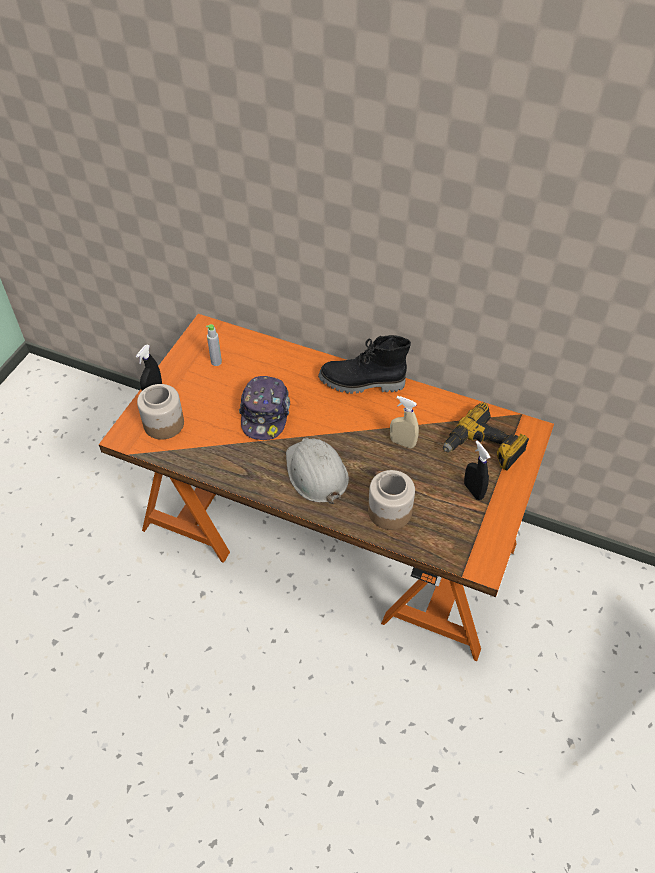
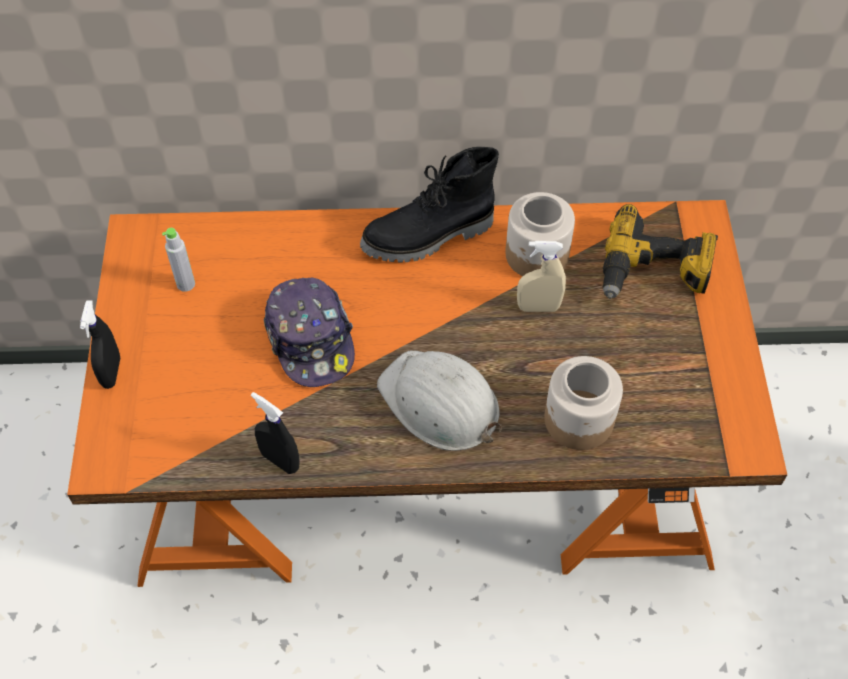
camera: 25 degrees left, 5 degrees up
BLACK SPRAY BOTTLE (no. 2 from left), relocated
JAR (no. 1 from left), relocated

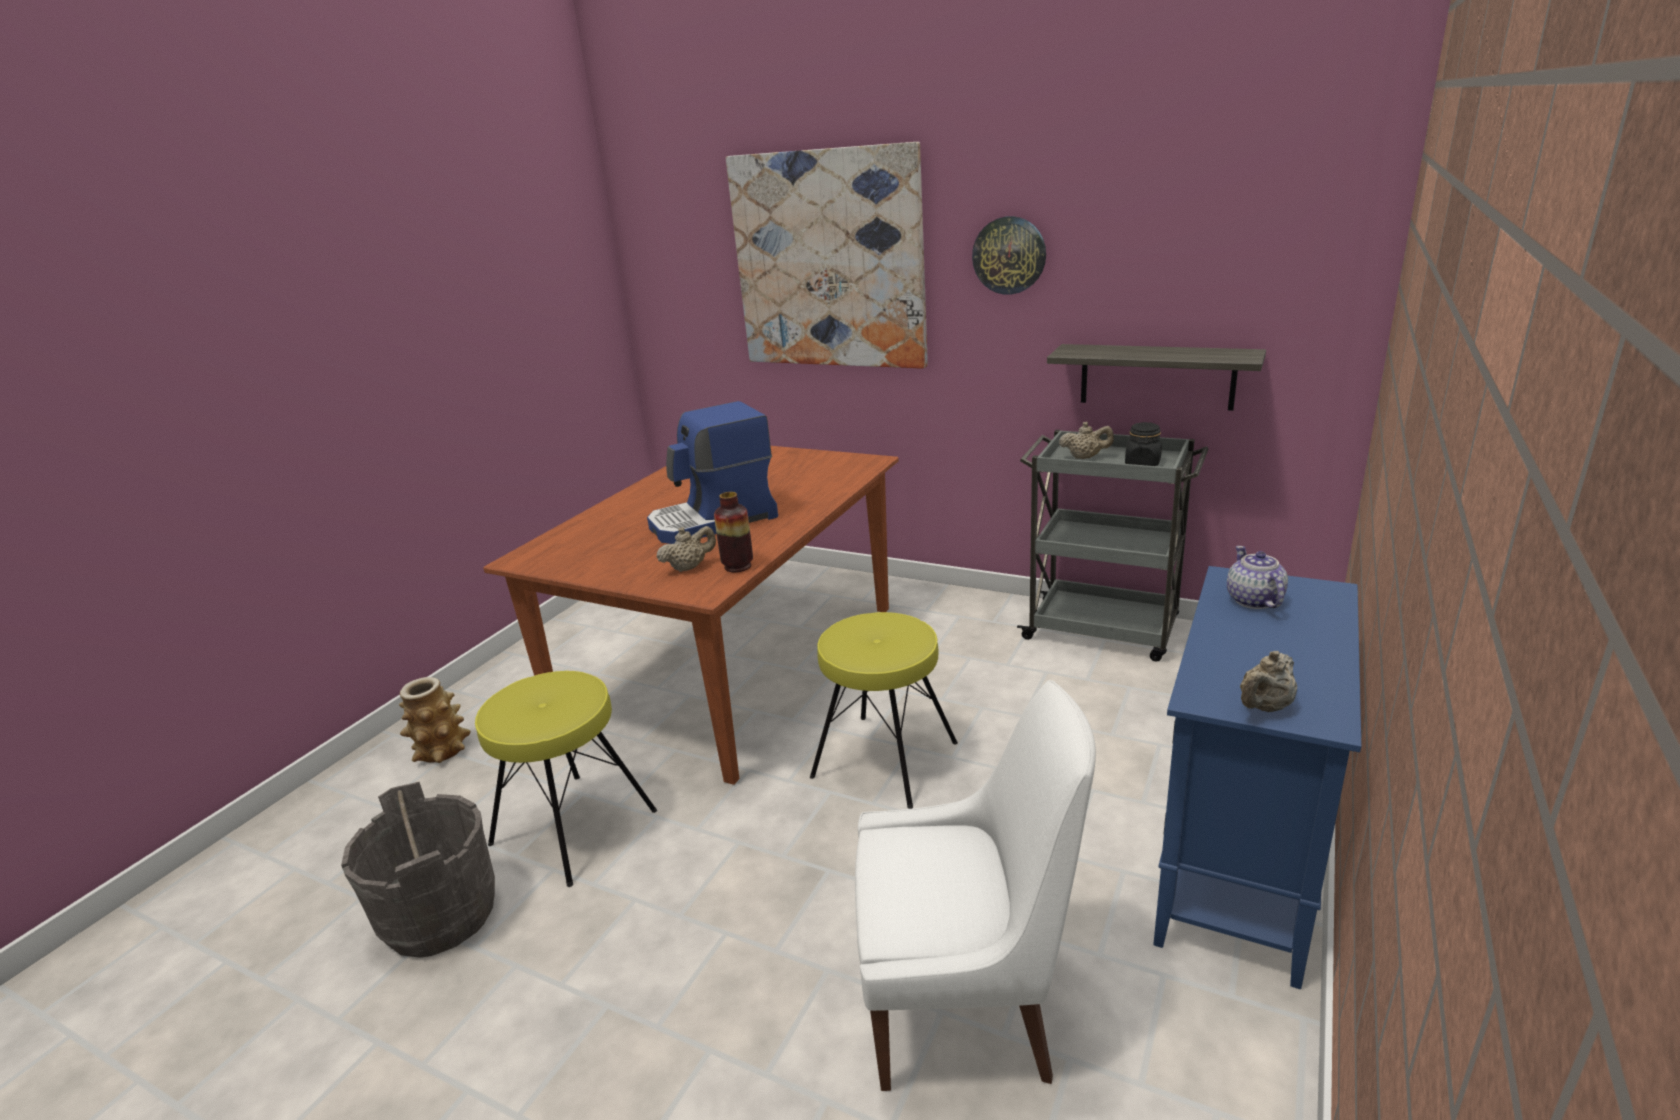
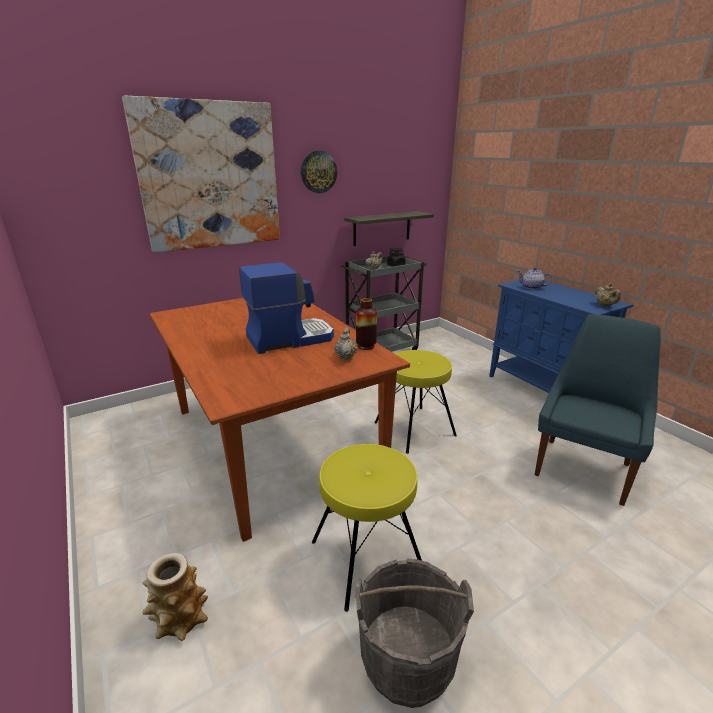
camera: 60 degrees left, 0 degrees up
COFFEE MACHINE, 120 degrees counterclockwise
WHITE CHAIR → BLUE CHAIR

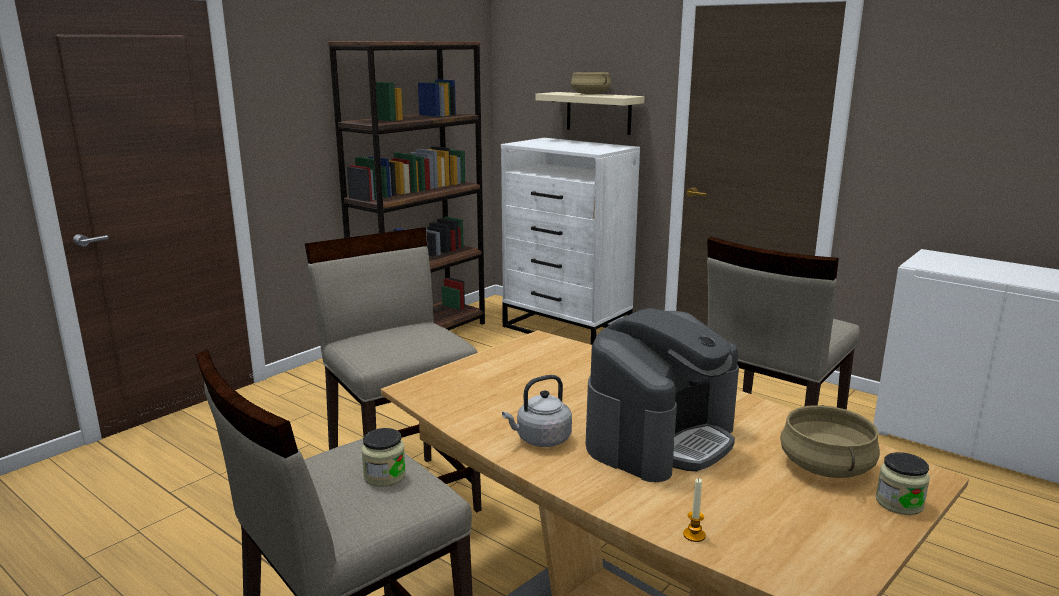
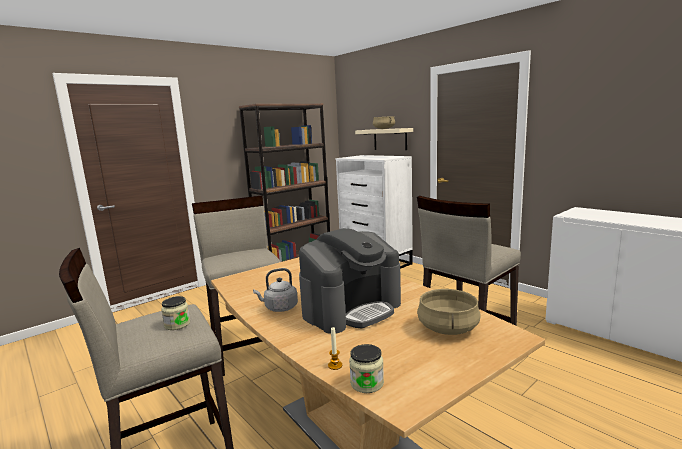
camera: 10 degrees right, 5 degrees down
JAR (no. 2 from left), relocated

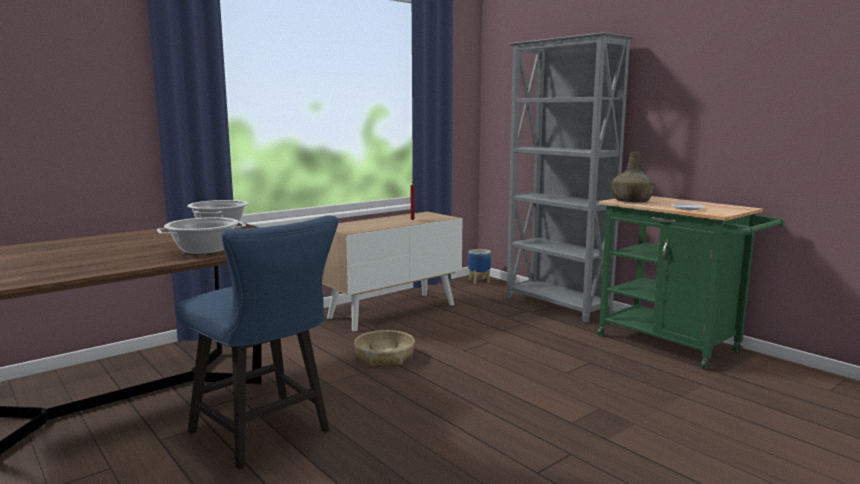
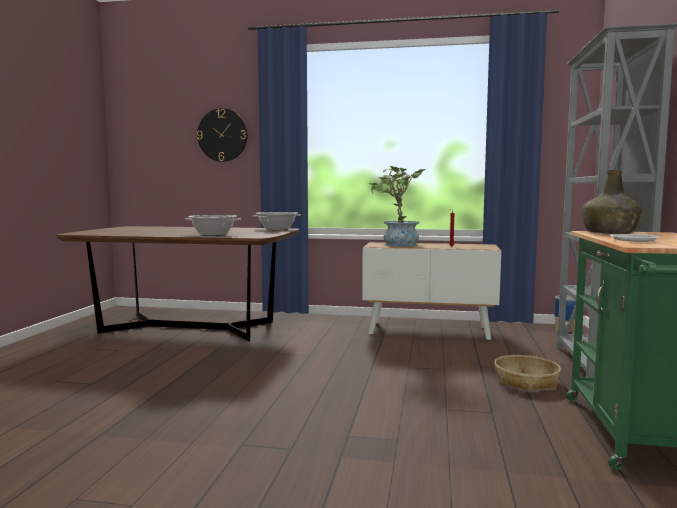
camera: 50 degrees right, 5 degrees down
- → WALL CLOCK
- → POTTED PLANT
BASKET, relocated
BLUE CHAIR → -

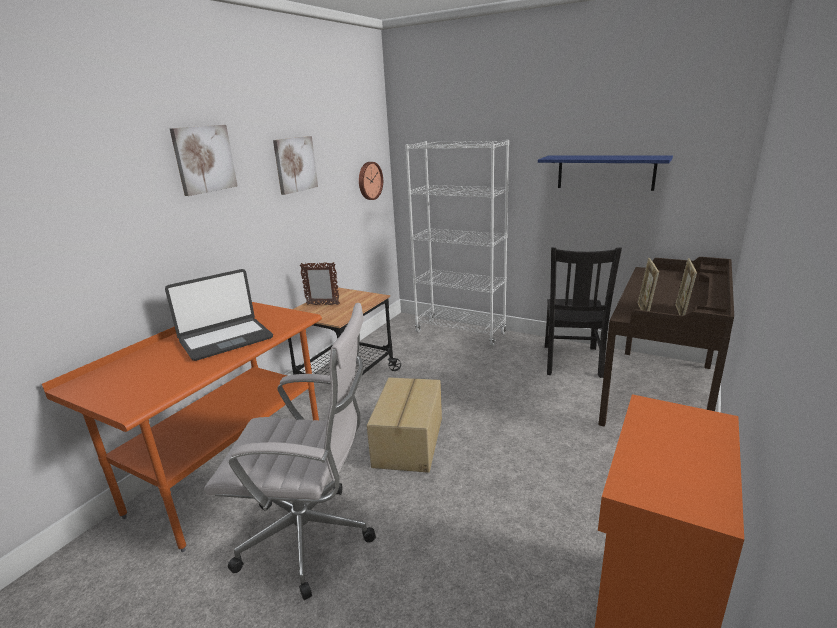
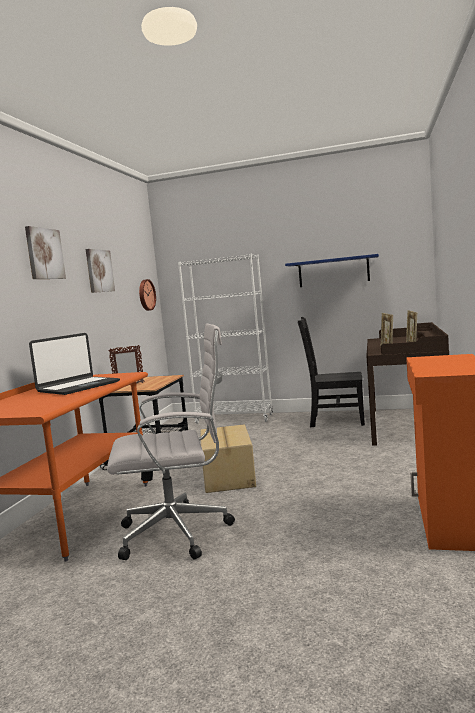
camera: 15 degrees left, 15 degrees down
BLACK CHAIR, 105 degrees clockwise

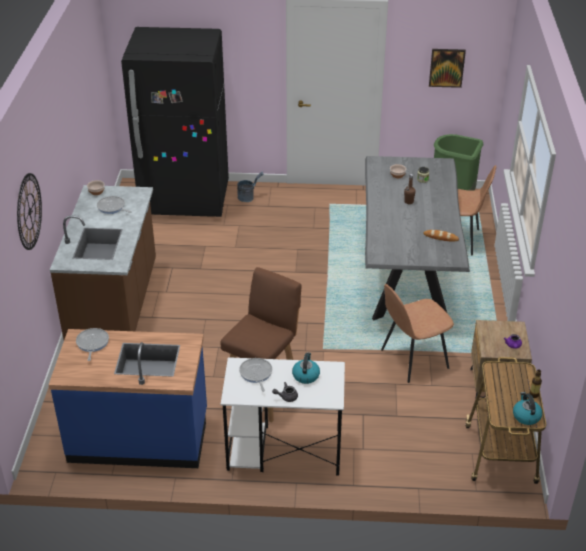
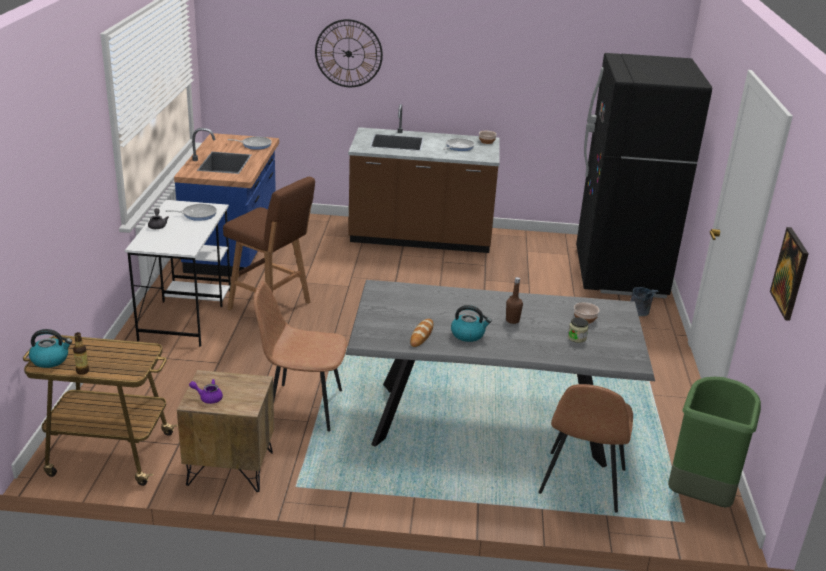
camera: 90 degrees right, 10 degrees down
BROWN CHAIR (no. 1 from left), 60 degrees counterclockwise
KETTLE (no. 1 from left in the first image) → KETTLE (no. 2 from left), relocated

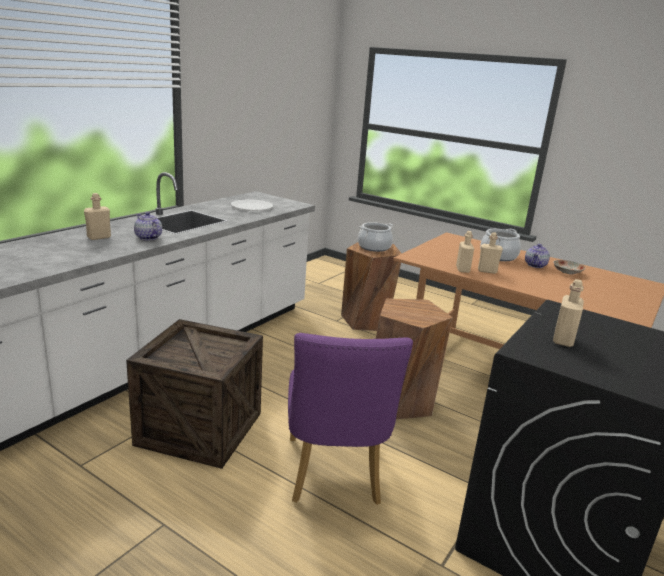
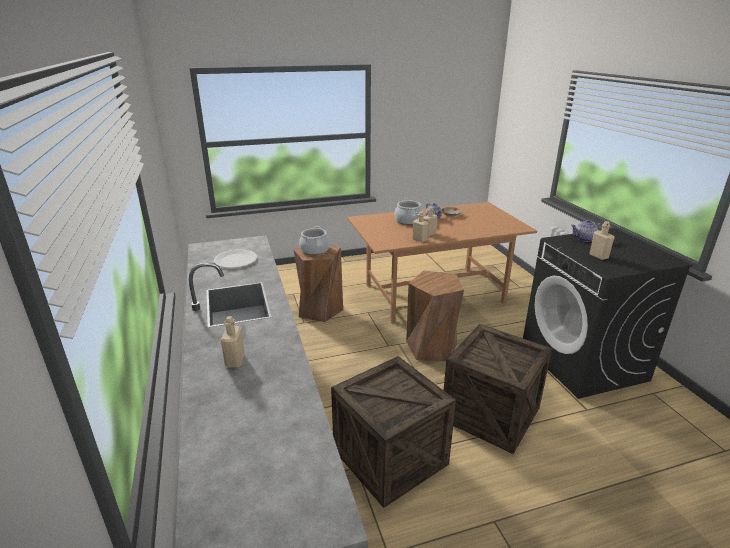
camera: 50 degrees left, 5 degrees up
PURPLE CHAIR → CRATE (no. 2 from left)
TEAPOT (no. 1 from left in the first image) → TEAPOT (no. 2 from left), relocated

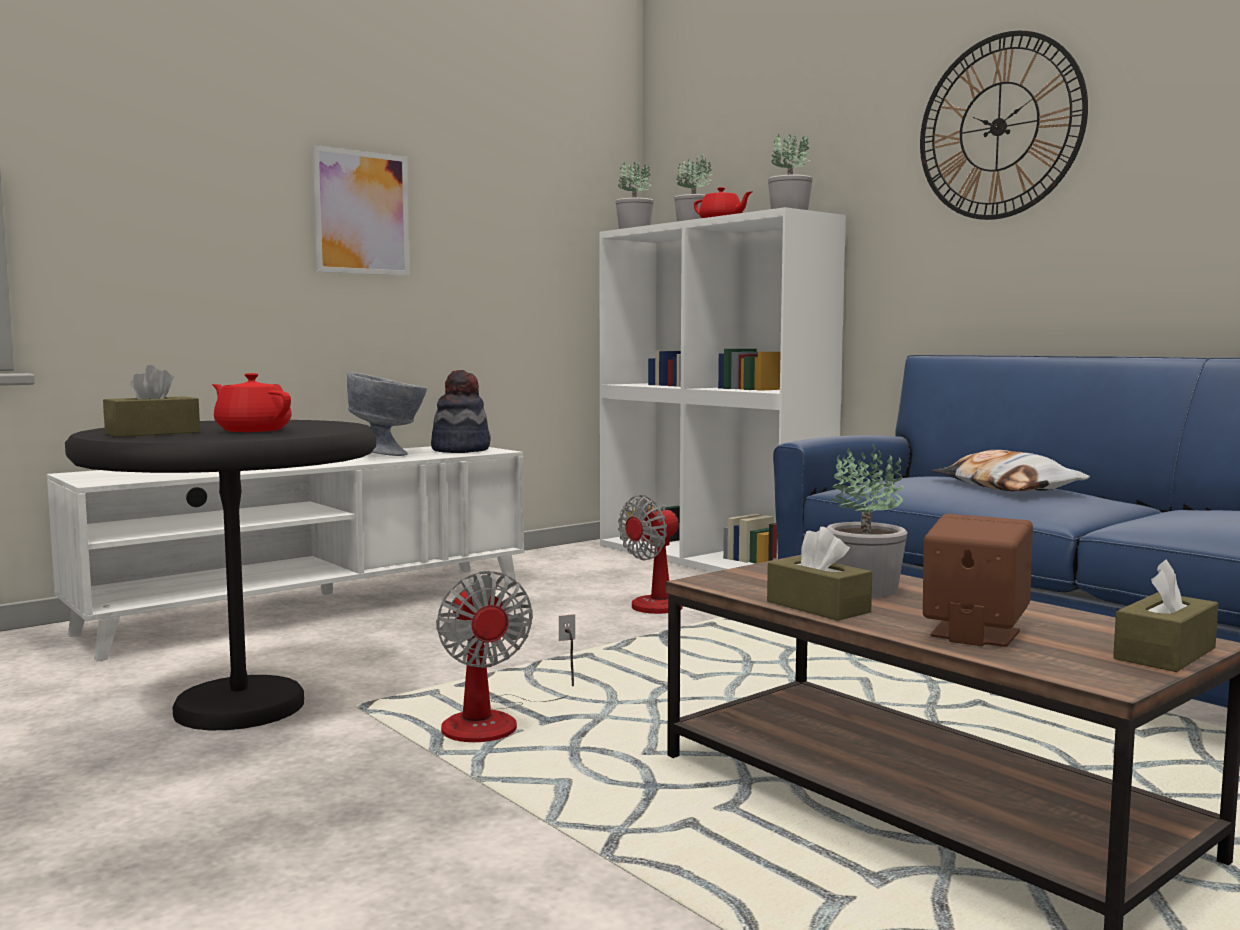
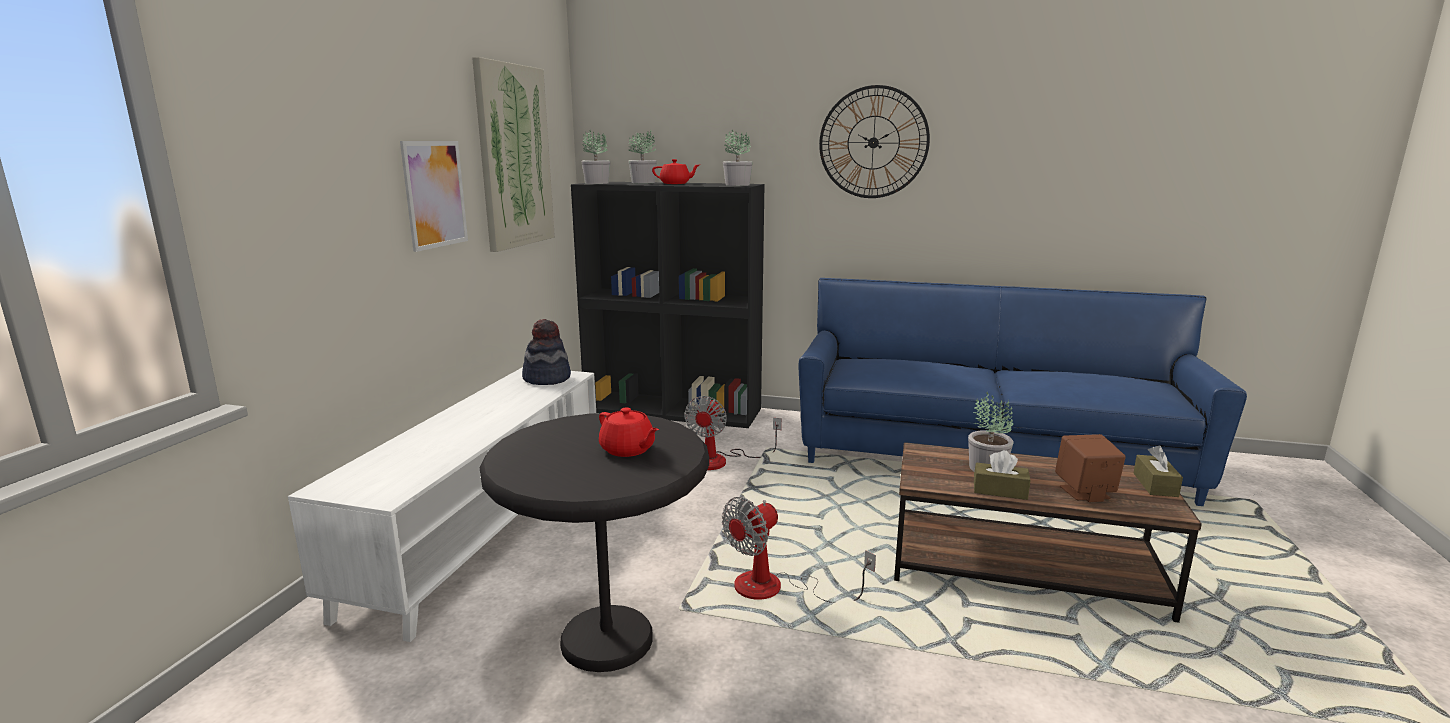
camera: 35 degrees left, 10 degrees up
- → PICTURE (no. 2 from left)
WHITE BOOKCASE → BLACK BOOKCASE
RED TEAPOT (no. 1 from left), 135 degrees counterclockwise
FAN (no. 1 from left in the first image) → FAN (no. 2 from left), 105 degrees clockwise
BROWN TISSUE BOX (no. 1 from left) → -
GREY BOWL → -
PILLOW → -

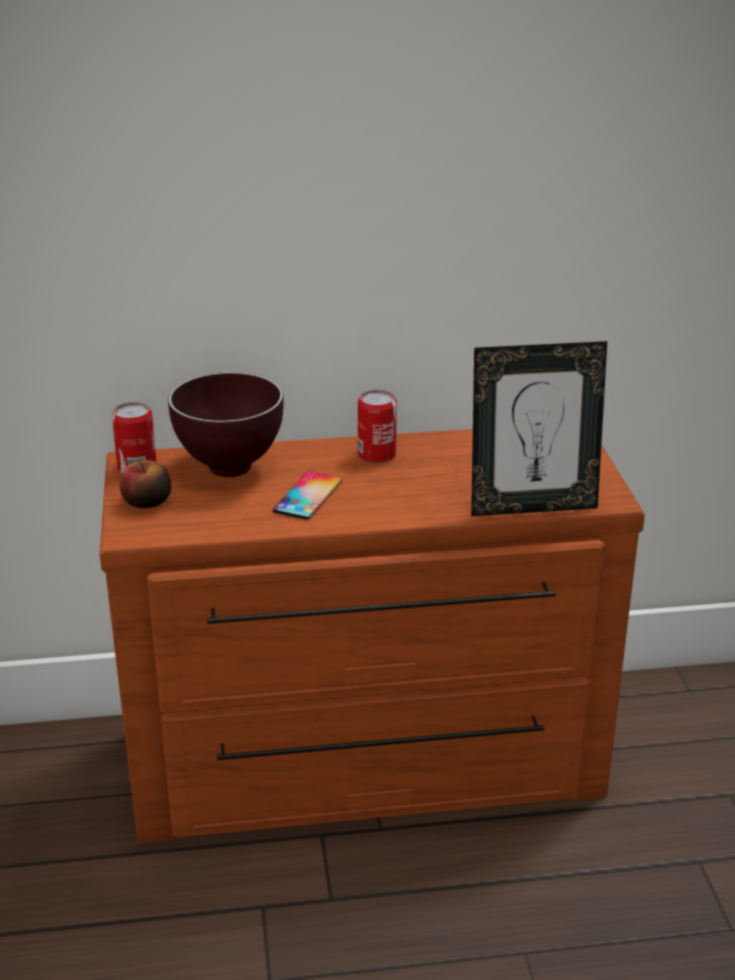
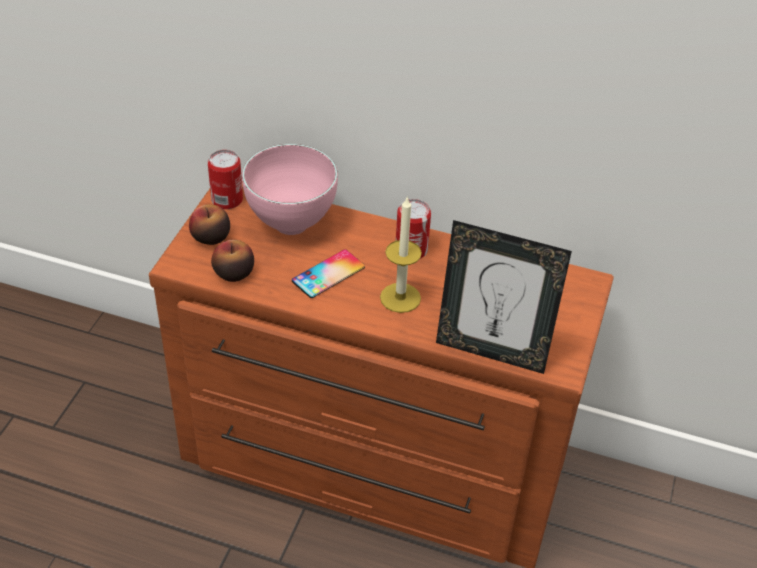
camera: 25 degrees right, 15 degrees up
- → APPLE (no. 2 from left)
BROWN BOWL → PINK BOWL
- → CANDLE

